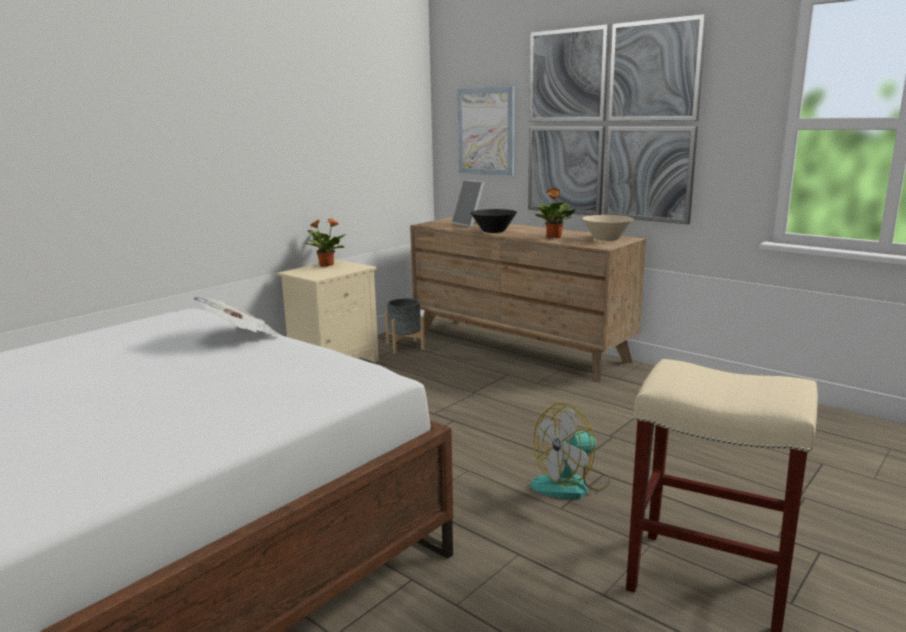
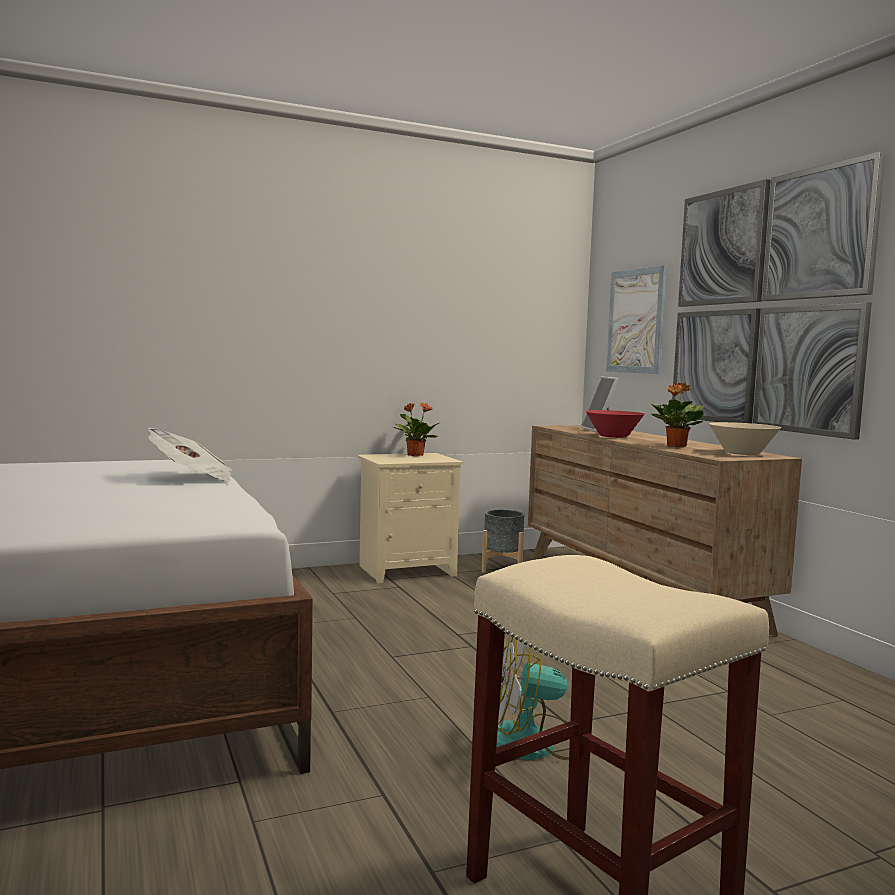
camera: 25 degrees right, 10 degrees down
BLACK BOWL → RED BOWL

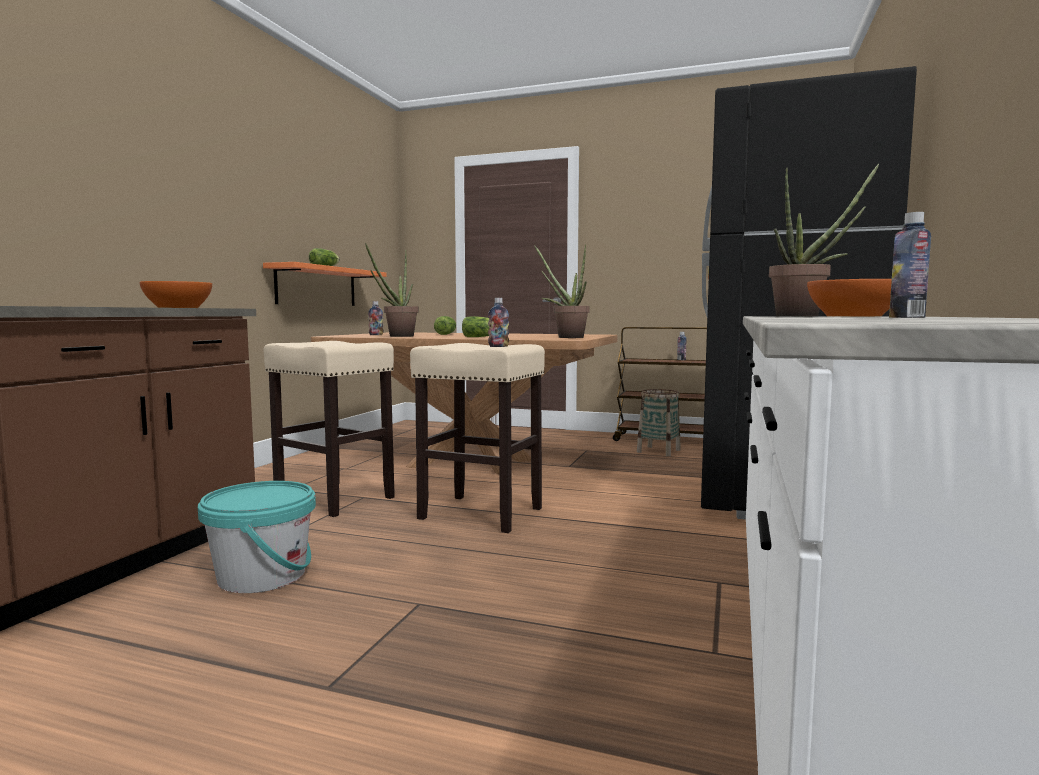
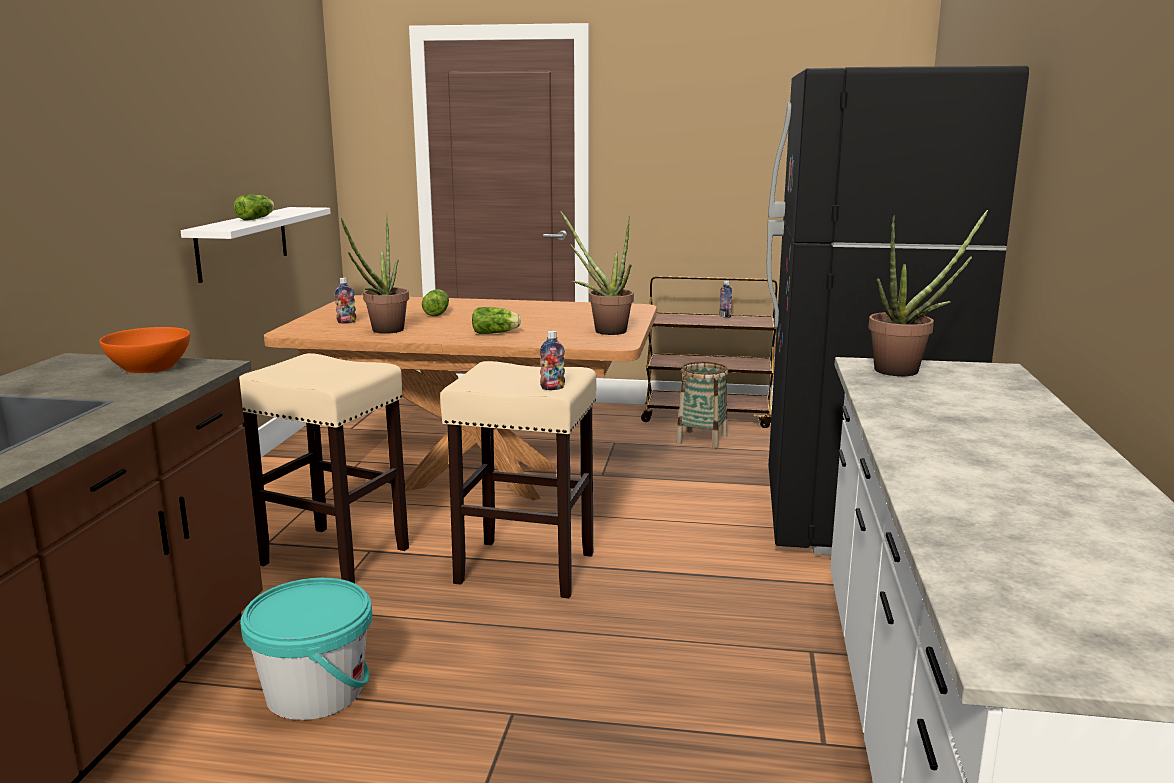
camera: 10 degrees left, 10 degrees up
ORANGE SHELF → WHITE SHELF
ORANGE BOWL (no. 2 from left) → -
BOTTLE (no. 4 from left) → -

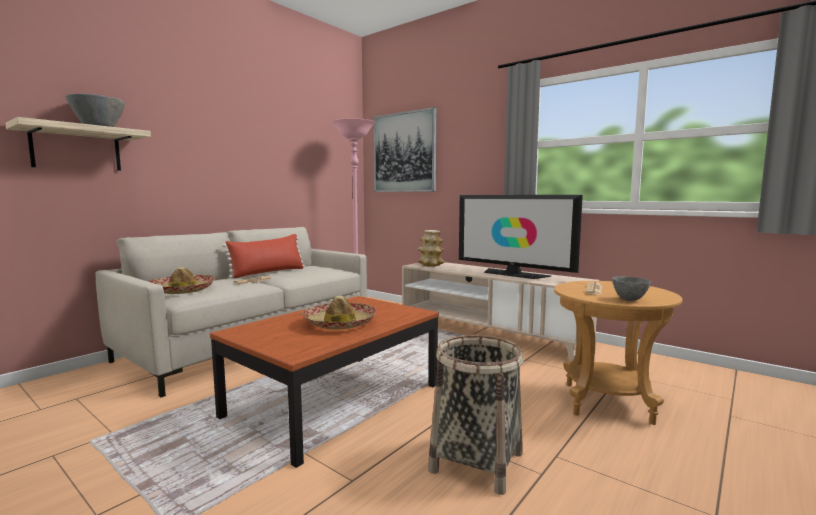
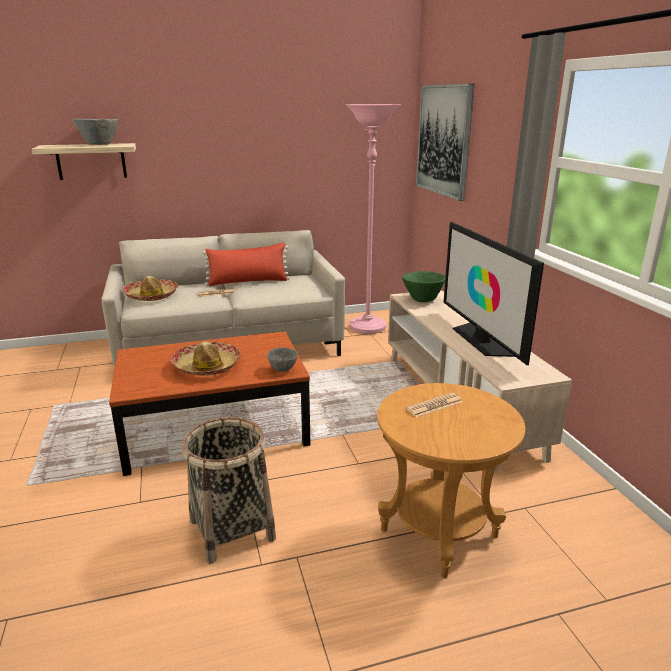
camera: 35 degrees right, 15 degrees up
GREY BOWL (no. 2 from left), relocated
VASE → GREEN BOWL

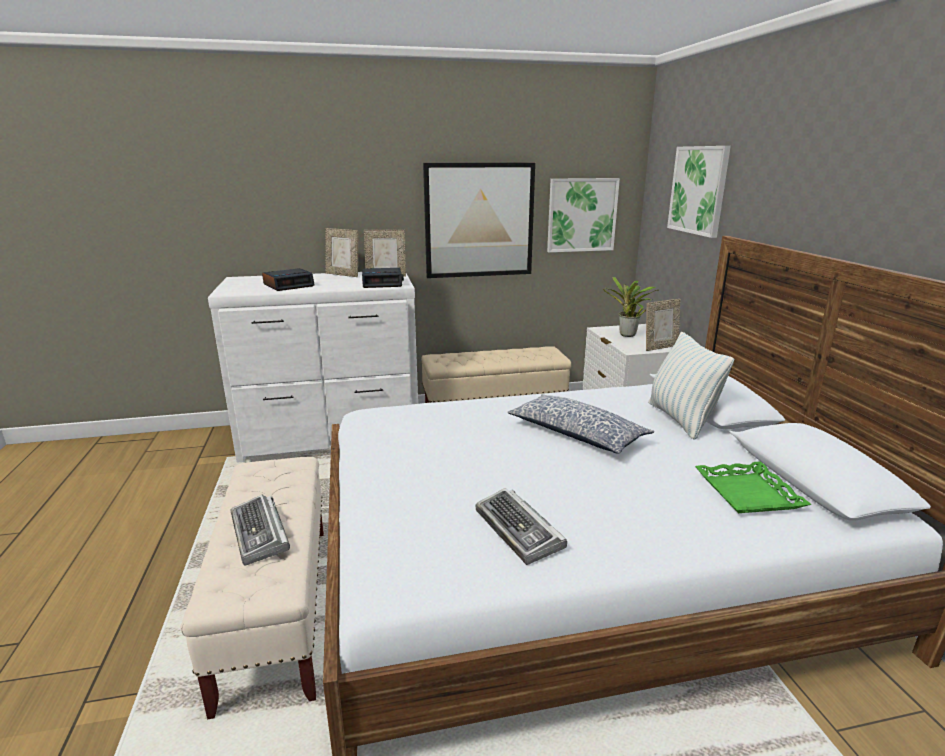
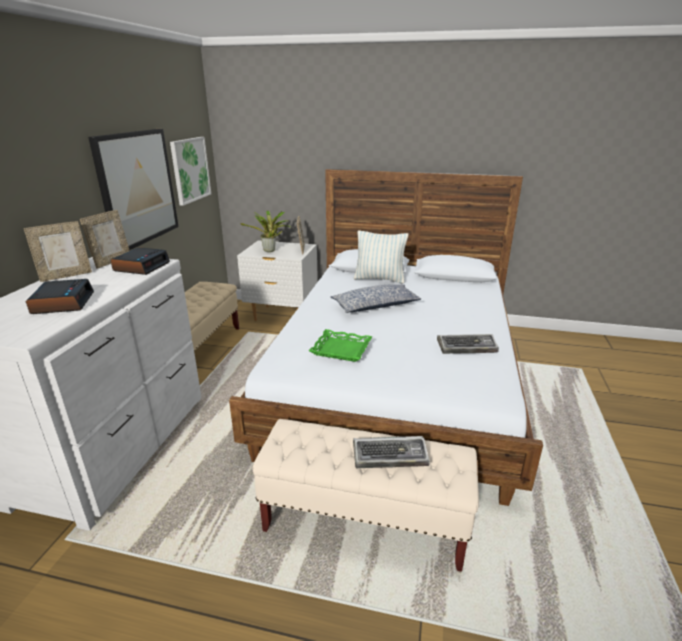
camera: 65 degrees left, 5 degrees up
GREEN TRAY, relocated
PICTURE (no. 3 from left) → -

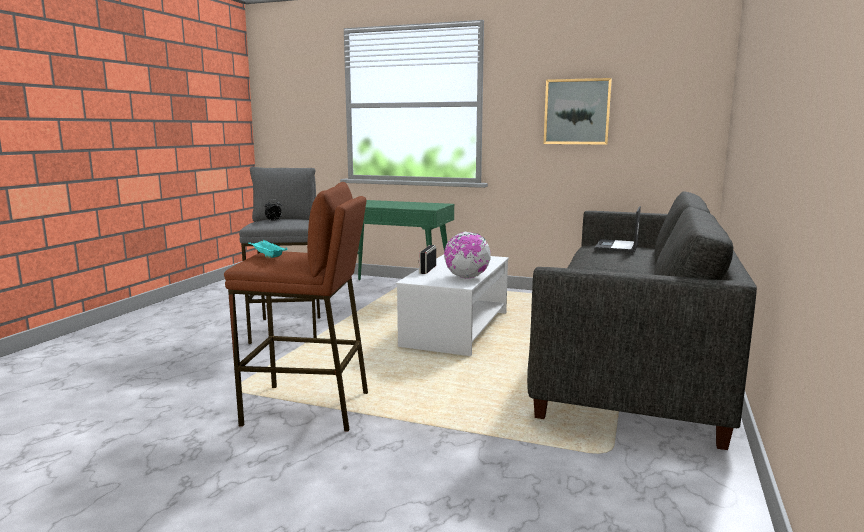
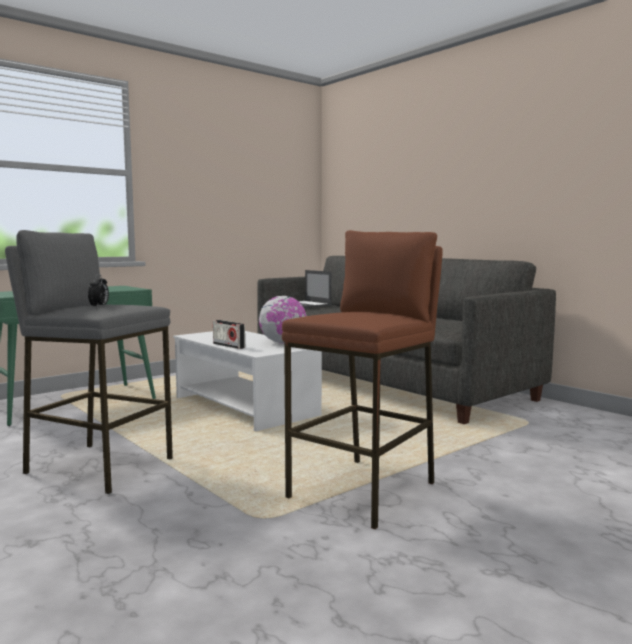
camera: 60 degrees left, 5 degrees down
TURQUOISE TRAY → -
PICTURE → -

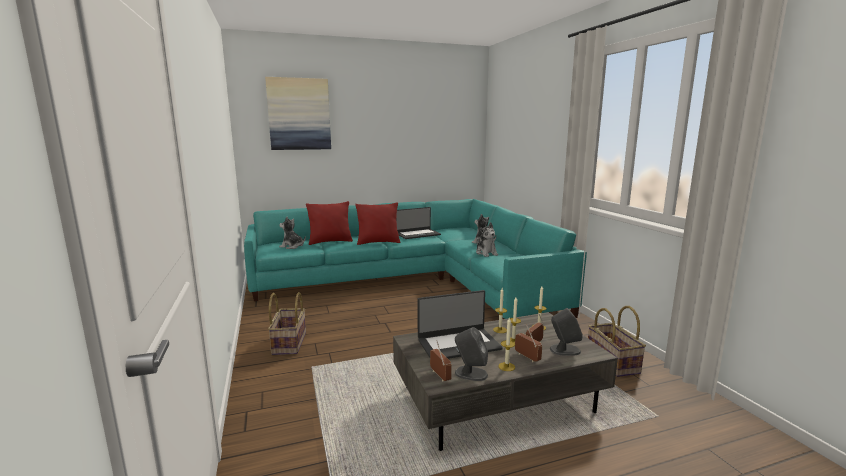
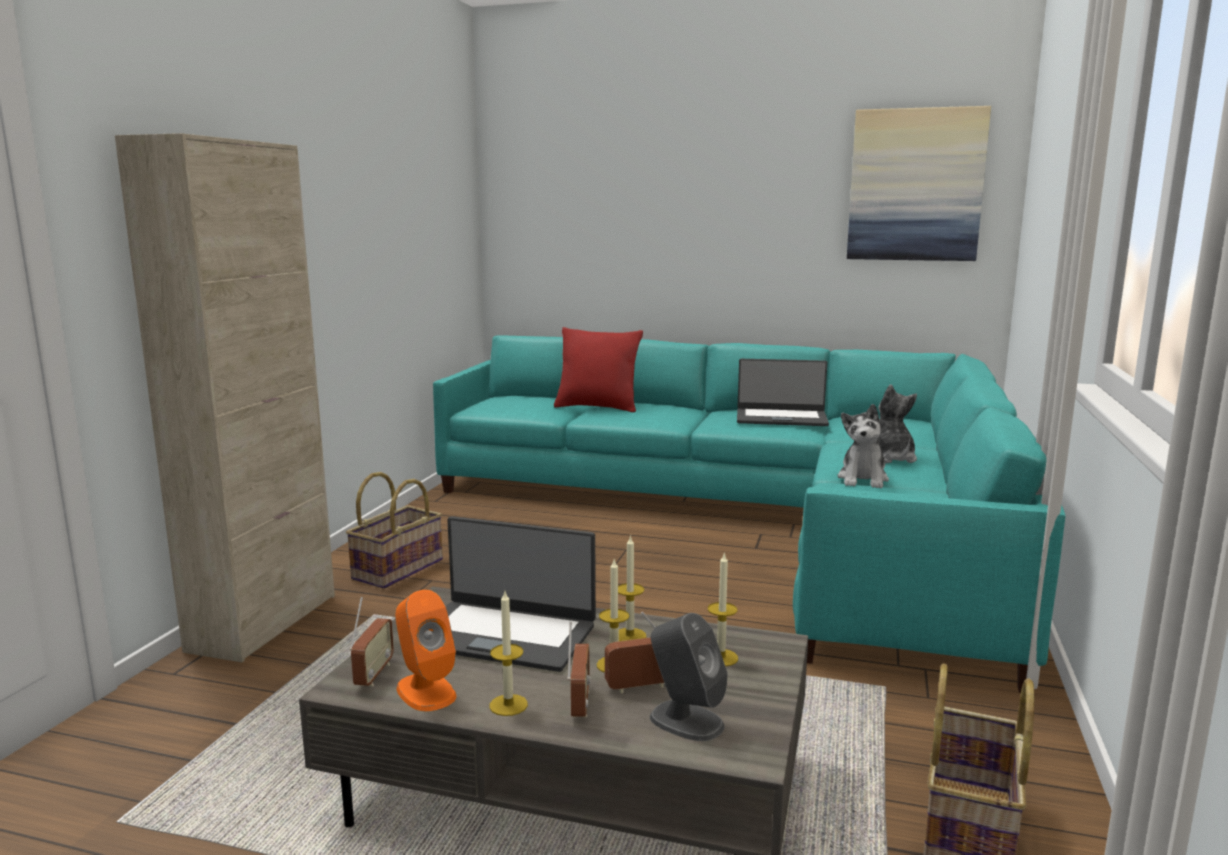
camera: 35 degrees right, 0 degrees up
- → BEIGE CABINET
GREY SPEAKER (no. 1 from left) → ORANGE SPEAKER
PICTURE, relocated
PLUSH TOY (no. 1 from left) → -
RED PILLOW (no. 2 from left) → -

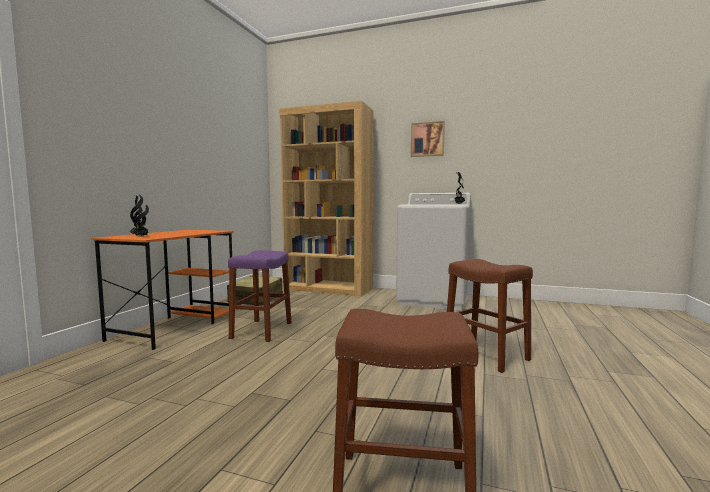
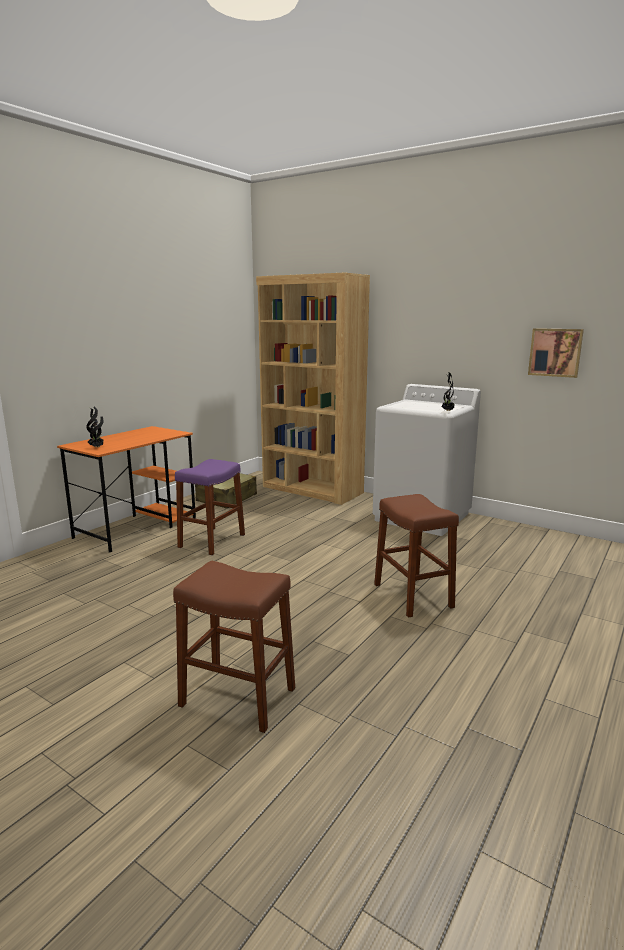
camera: 15 degrees right, 10 degrees up
PICTURE, relocated

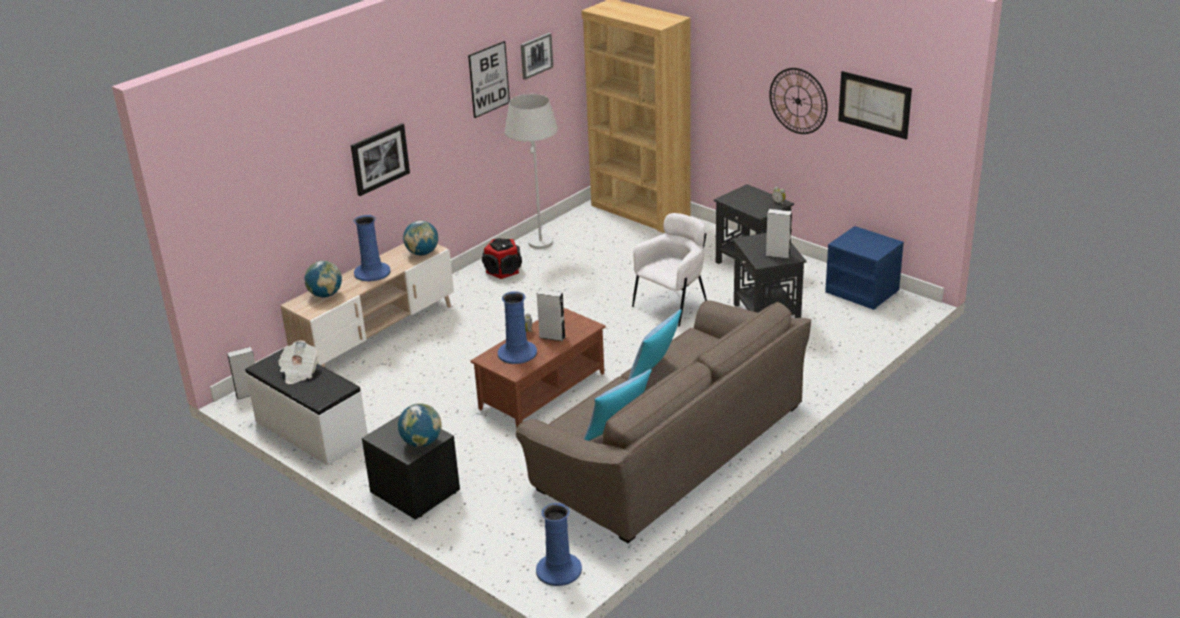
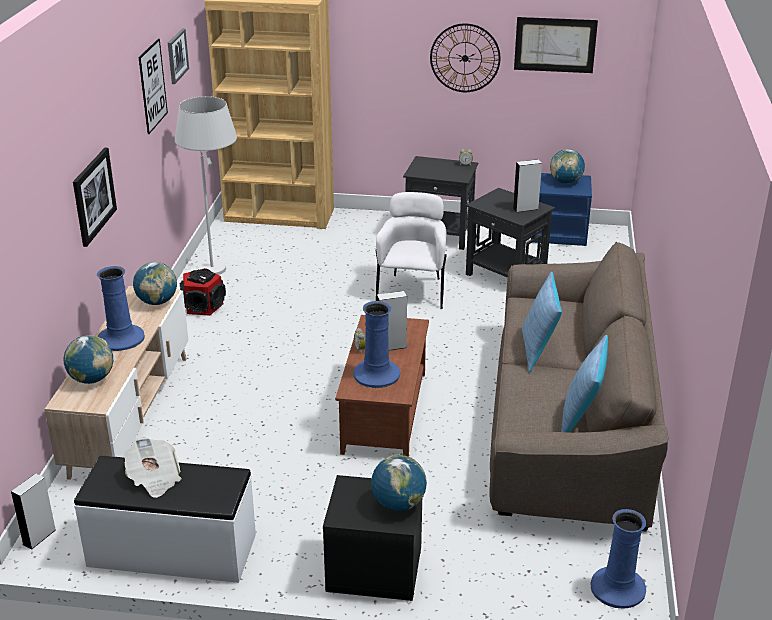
camera: 35 degrees left, 0 degrees up
- → GLOBE (no. 4 from left)

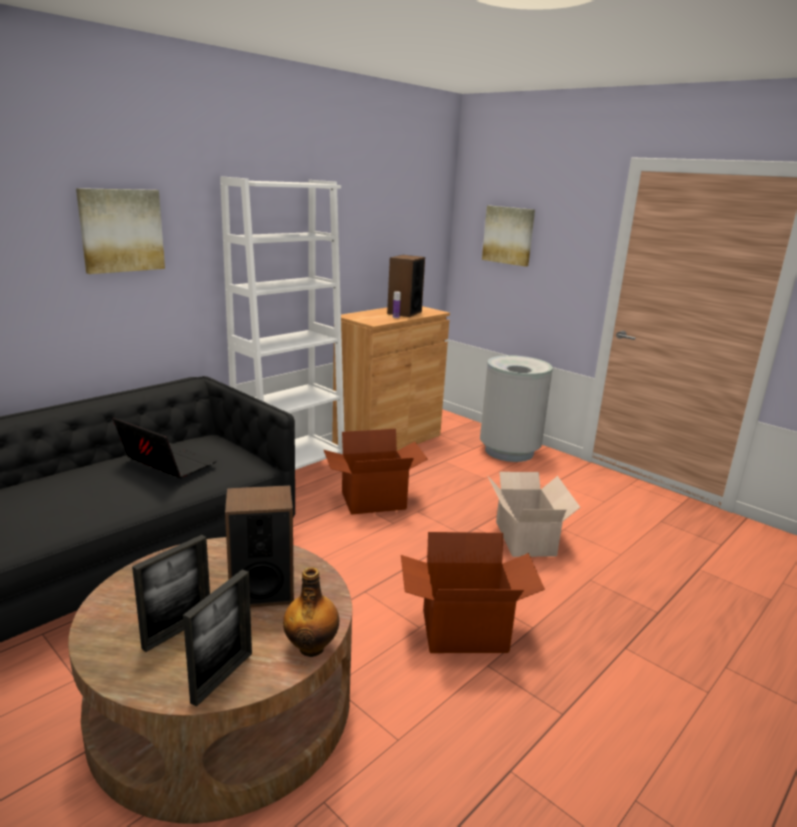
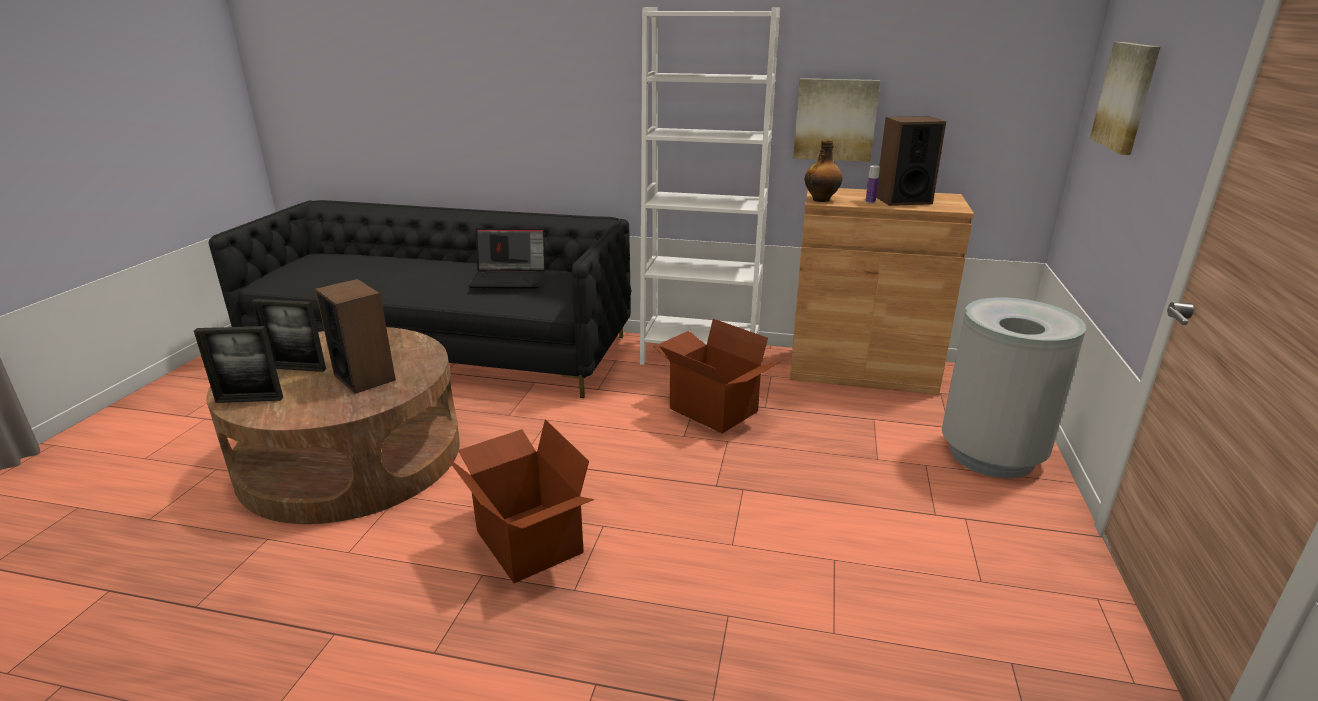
camera: 60 degrees right, 5 degrees up
LAPTOP, 90 degrees clockwise
PICTURE (no. 1 from left), relocated
BOTTLE (no. 1 from left), relocated
CARDBOARD BOX (no. 3 from left) → -

